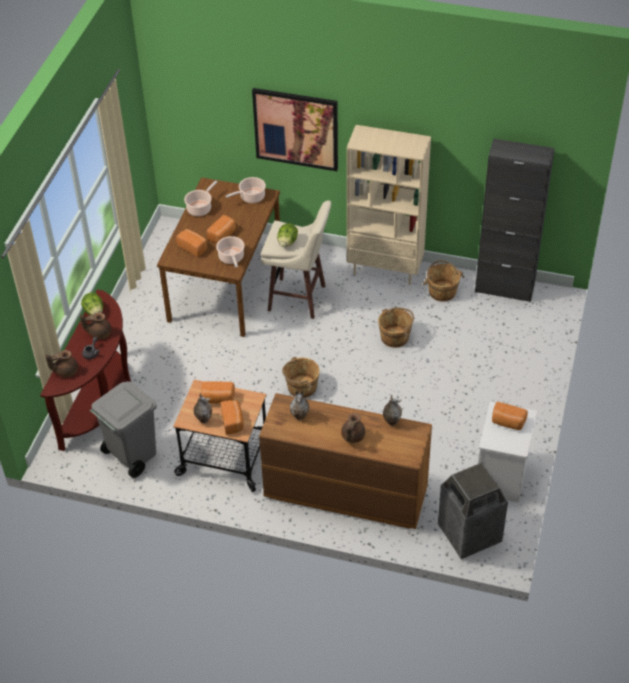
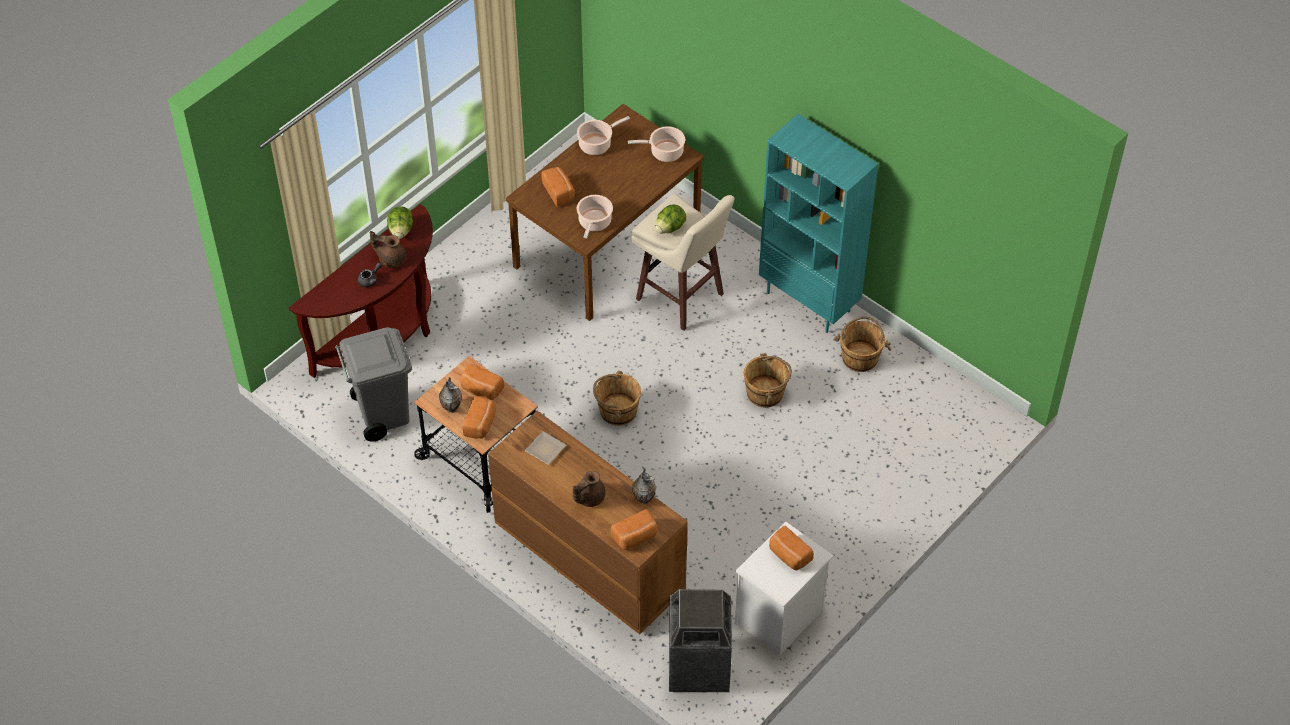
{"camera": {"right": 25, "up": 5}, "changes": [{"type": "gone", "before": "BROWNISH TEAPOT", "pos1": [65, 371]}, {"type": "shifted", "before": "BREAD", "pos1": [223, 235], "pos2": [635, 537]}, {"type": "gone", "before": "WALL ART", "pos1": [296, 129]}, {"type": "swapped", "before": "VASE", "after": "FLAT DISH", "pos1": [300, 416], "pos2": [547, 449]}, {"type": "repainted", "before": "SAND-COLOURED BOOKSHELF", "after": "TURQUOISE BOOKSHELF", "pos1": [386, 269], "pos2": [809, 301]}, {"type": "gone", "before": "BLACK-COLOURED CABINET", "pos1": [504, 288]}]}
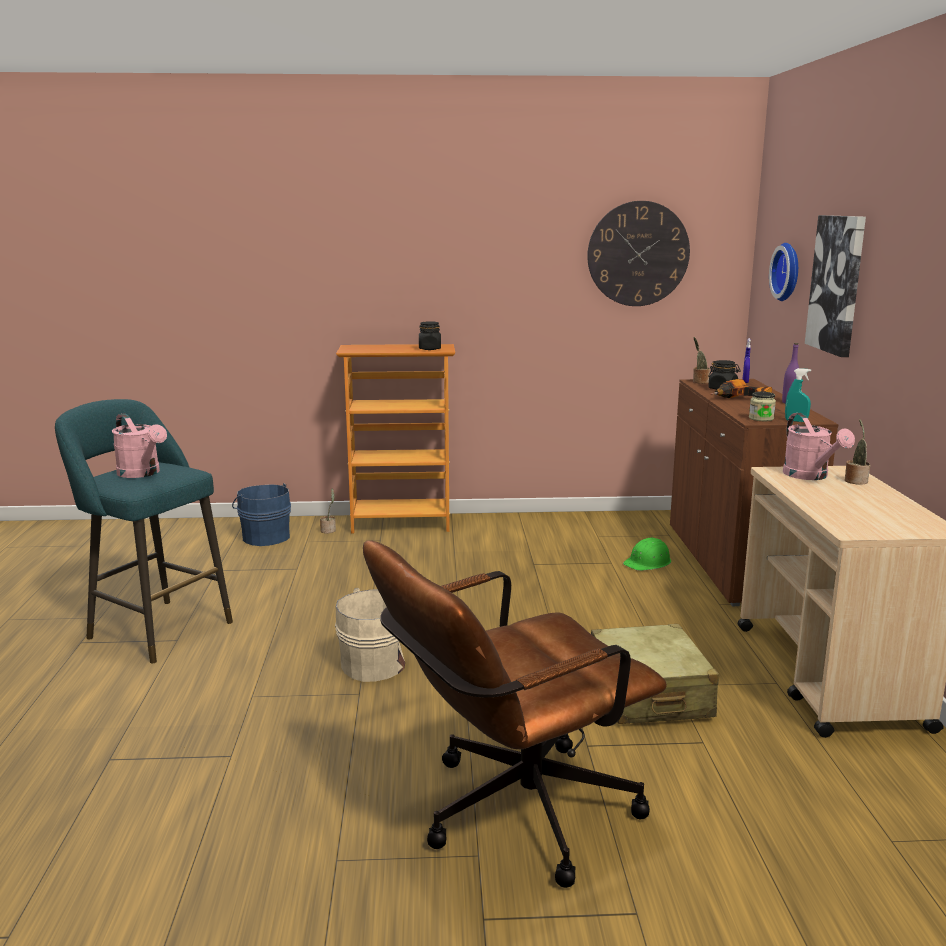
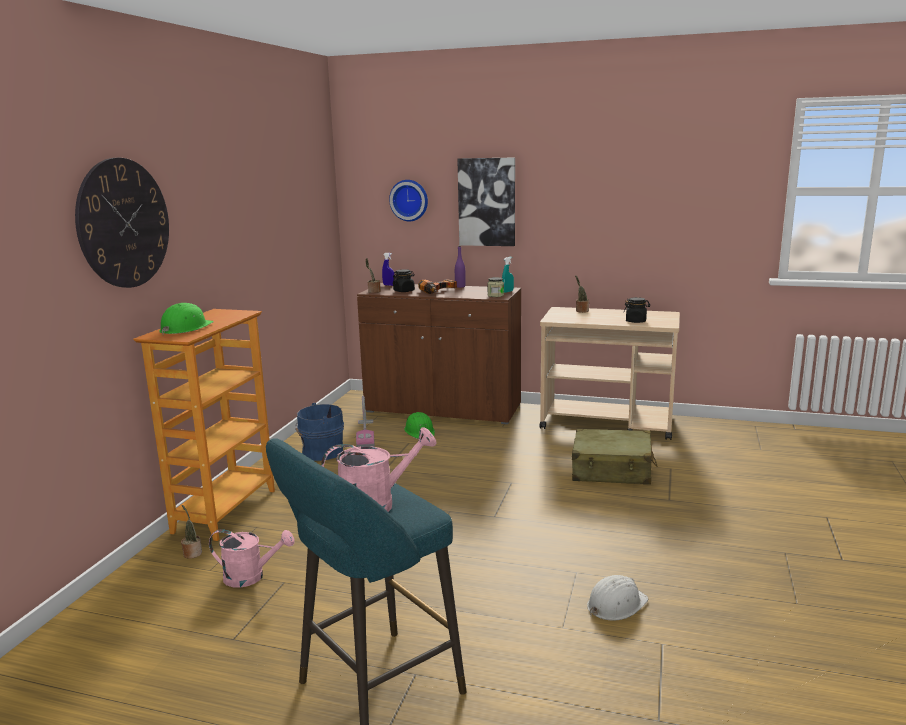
{"camera": {"right": -70, "up": 0}, "changes": [{"type": "shifted", "before": "BLUE-COLOURED PAIL", "pos1": [265, 537], "pos2": [320, 452]}, {"type": "gone", "before": "SAND-COLOURED PAIL", "pos1": [376, 664]}, {"type": "gone", "before": "BROWNISH COMPUTER CHAIR", "pos1": [511, 815]}, {"type": "shifted", "before": "BLACK-COLOURED STORAGE JAR", "pos1": [430, 349], "pos2": [636, 321]}, {"type": "shifted", "before": "WALL CLOCK", "pos1": [638, 254], "pos2": [124, 223]}, {"type": "shifted", "before": "PINKISH WATERING CAN", "pos1": [810, 476], "pos2": [251, 577]}, {"type": "new", "after": "GREEN-COLOURED WORK HELMET", "pos2": [185, 328]}, {"type": "new", "after": "VACUUM CLEANER", "pos2": [365, 434]}, {"type": "new", "after": "WHITE WORK HELMET", "pos2": [616, 604]}]}
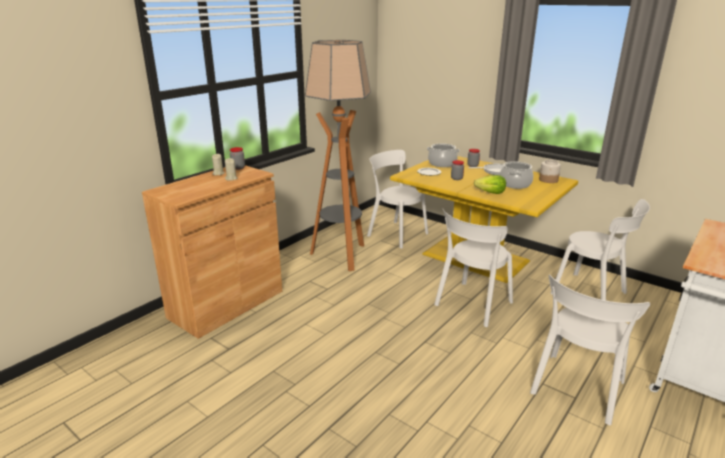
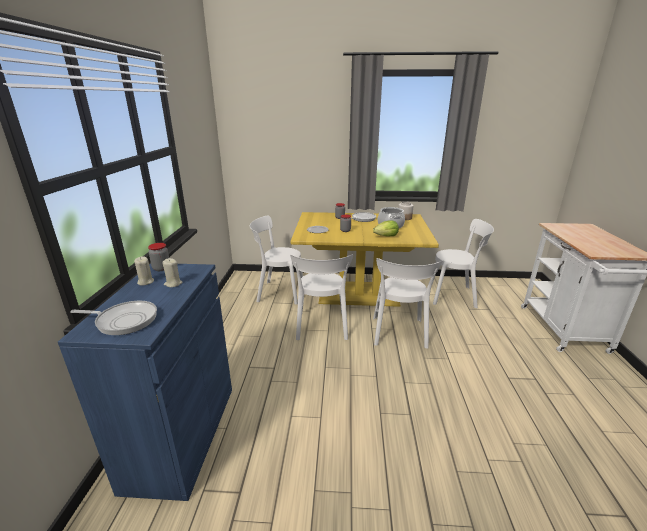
{"camera": {"right": -35, "up": 0}, "changes": [{"type": "repainted", "before": "BROWNISH CABINET", "after": "BLUE-COLOURED CABINET", "pos1": [226, 304], "pos2": [182, 435]}, {"type": "gone", "before": "FLOOR LAMP", "pos1": [341, 256]}, {"type": "gone", "before": "COOKING POT", "pos1": [442, 163]}, {"type": "shifted", "before": "WHITE CHAIR", "pos1": [576, 390], "pos2": [321, 327]}, {"type": "new", "after": "SKILLET", "pos2": [124, 320]}]}
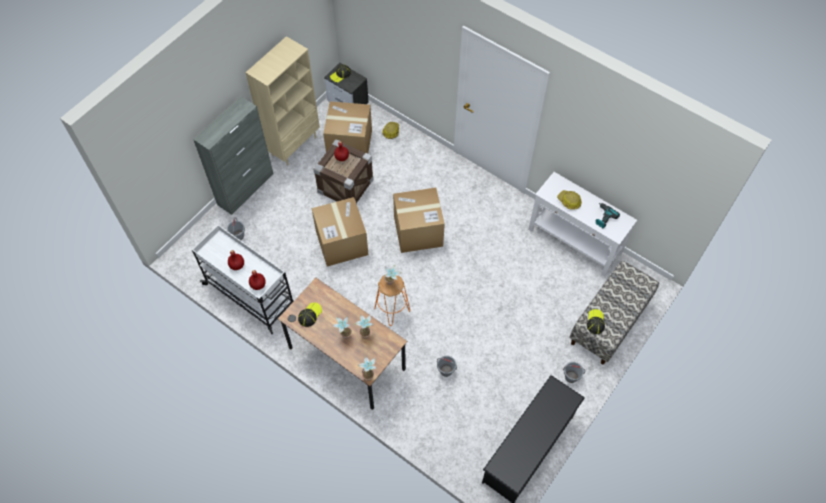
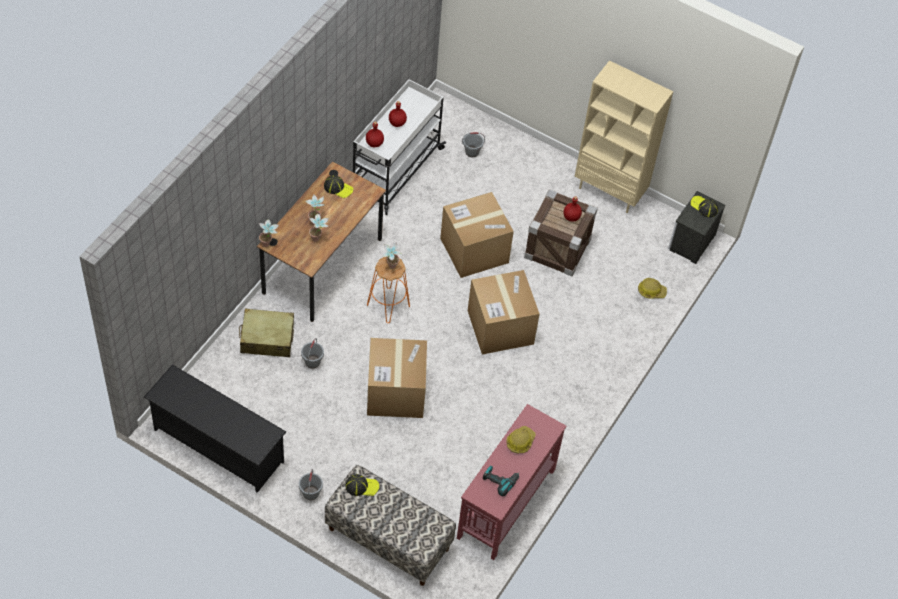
{"camera": {"right": 80, "up": -5}, "changes": [{"type": "gone", "before": "GREYISH CABINET", "pos1": [246, 189]}, {"type": "shifted", "before": "PACKING BOX", "pos1": [349, 144], "pos2": [395, 392]}, {"type": "repainted", "before": "WHITE CONSOLE TABLE", "after": "RED-COLOURED CONSOLE TABLE", "pos1": [574, 242], "pos2": [505, 503]}, {"type": "new", "after": "SAND-COLOURED SUITCASE", "pos2": [267, 338]}]}
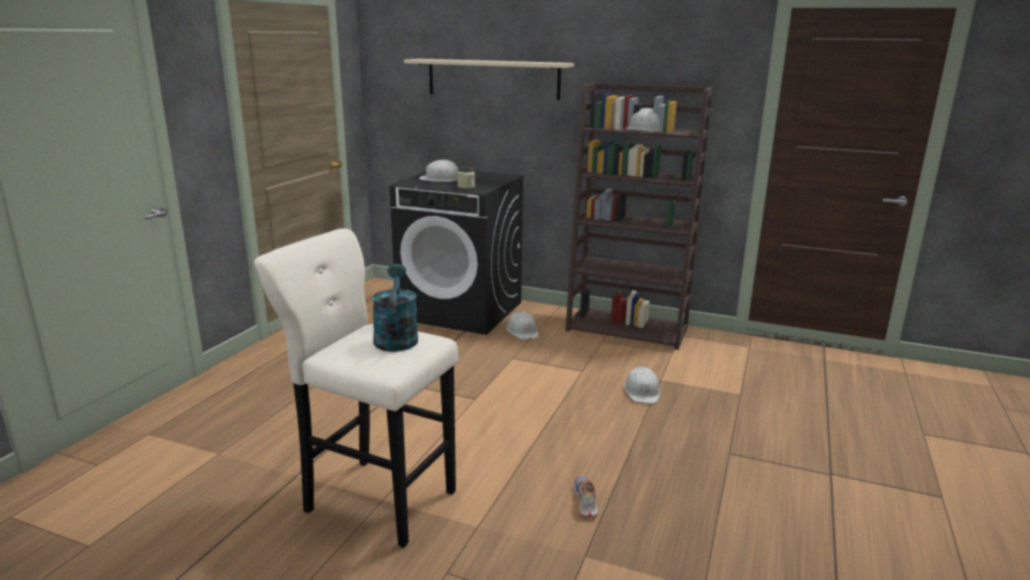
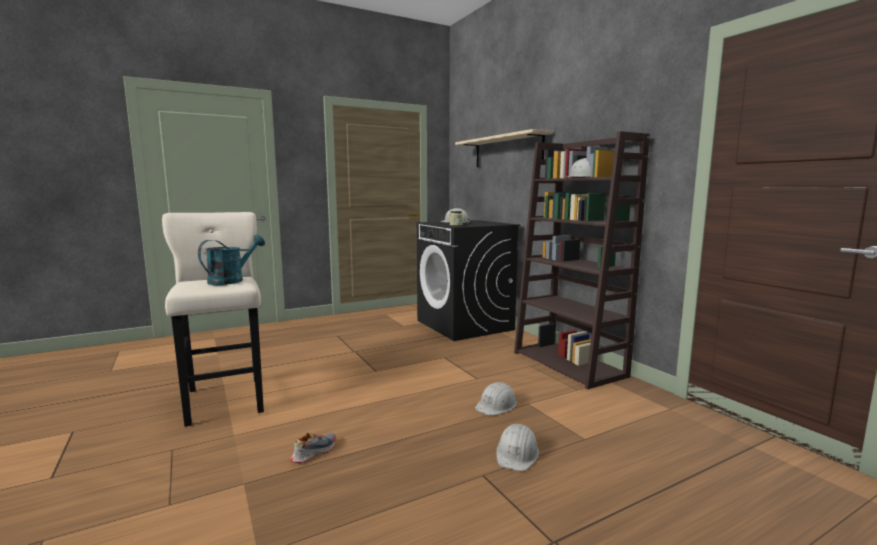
{"camera": {"right": 40, "up": -10}, "changes": [{"type": "shifted", "before": "WHITE WORK HELMET", "pos1": [522, 331], "pos2": [517, 454]}]}
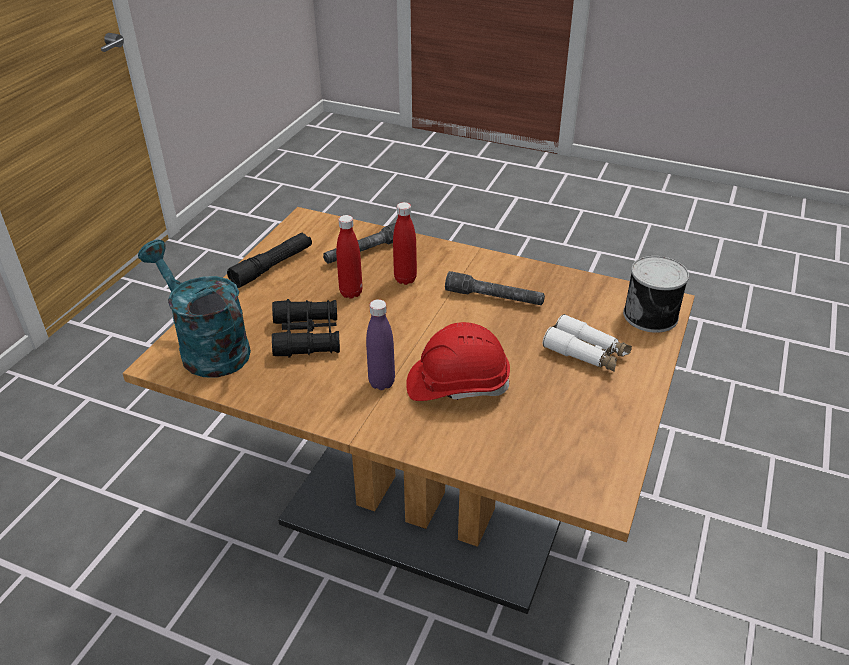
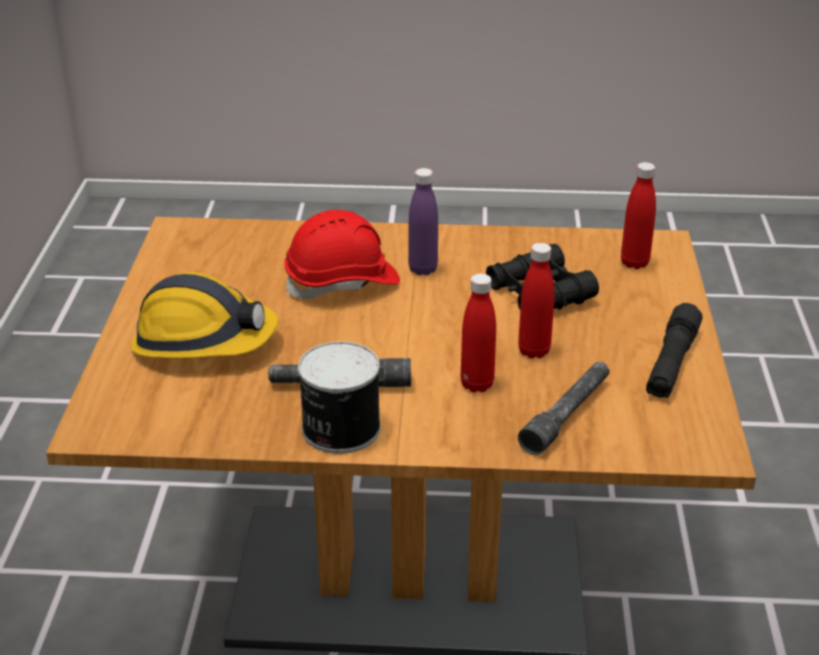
{"camera": {"right": 160, "up": -5}, "changes": [{"type": "swapped", "before": "TURQUOISE WATERING CAN", "after": "RED-COLOURED DRINK BOTTLE", "pos1": [207, 347], "pos2": [634, 263]}, {"type": "swapped", "before": "WHITE PAIR OF BINOCULARS", "after": "WORK HELMET", "pos1": [586, 352], "pos2": [203, 341]}, {"type": "shifted", "before": "SEALED CAN", "pos1": [652, 315], "pos2": [339, 429]}]}
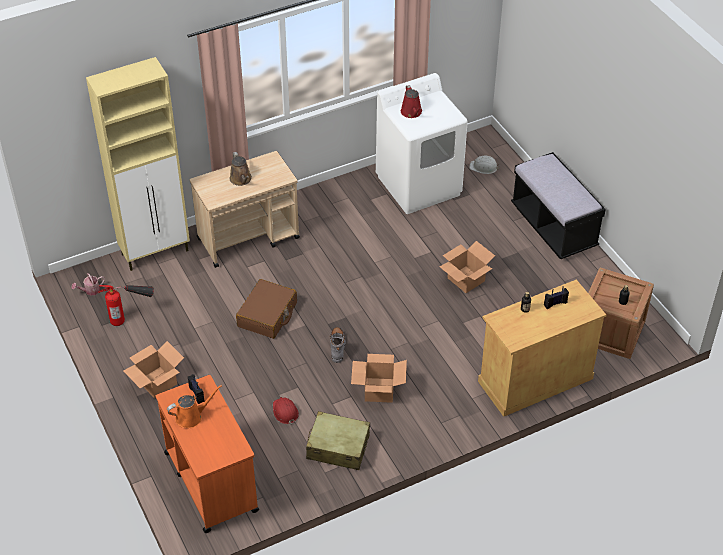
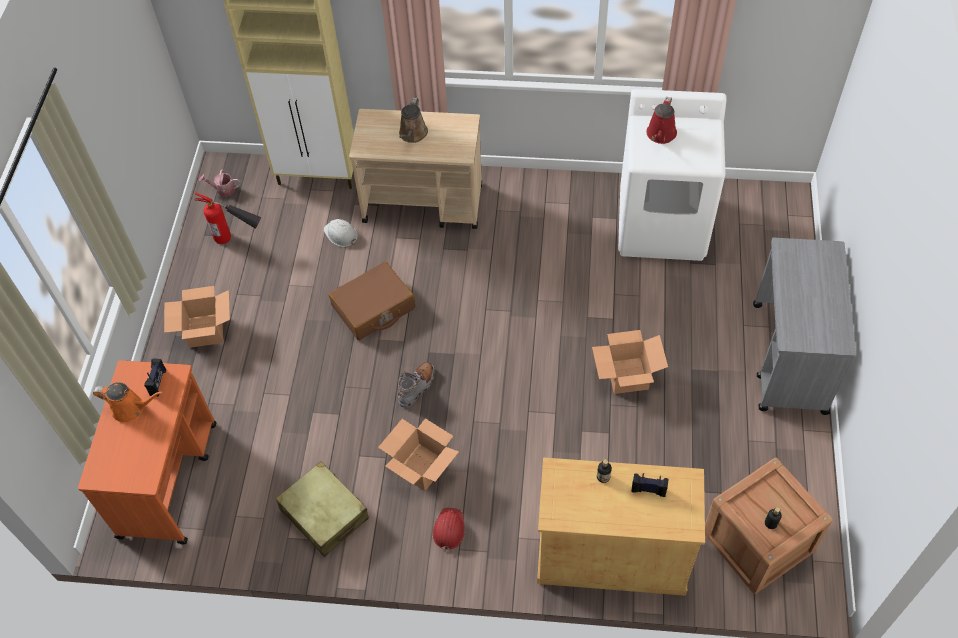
{"camera": {"right": 35, "up": 10}, "changes": [{"type": "shifted", "before": "RED-COLOURED WORK HELMET", "pos1": [285, 412], "pos2": [448, 530]}, {"type": "shifted", "before": "WHITE WORK HELMET", "pos1": [483, 167], "pos2": [341, 234]}, {"type": "swapped", "before": "BLACK-COLOURED INDOOR BENCH", "after": "GREYISH WHEELED CART", "pos1": [553, 227], "pos2": [789, 358]}]}
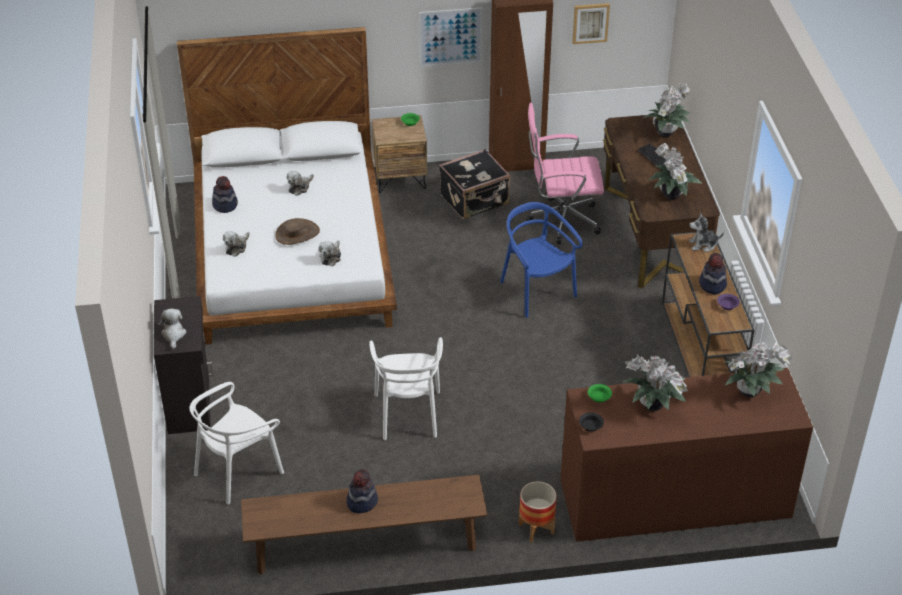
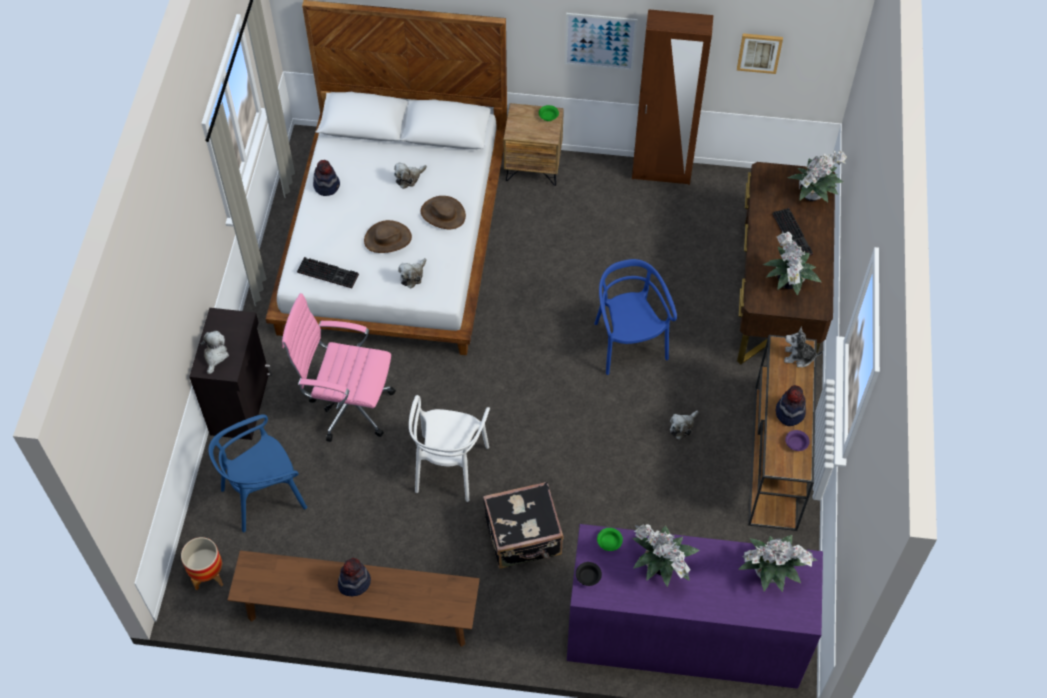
{"camera": {"right": 15, "up": 15}, "changes": [{"type": "repainted", "before": "WHITE CHAIR", "after": "BLUE-COLOURED CHAIR", "pos1": [238, 471], "pos2": [264, 495]}, {"type": "shifted", "before": "PLUSH TOY", "pos1": [237, 247], "pos2": [682, 427]}, {"type": "shifted", "before": "BLACK-COLOURED SUITCASE", "pos1": [475, 200], "pos2": [524, 538]}, {"type": "shifted", "before": "PLANTER", "pos1": [536, 529], "pos2": [208, 575]}, {"type": "shifted", "before": "PINKISH COMPUTER CHAIR", "pos1": [561, 221], "pos2": [348, 406]}, {"type": "repainted", "before": "BROWNISH CHEST OF DRAWERS", "after": "PURPLE CHEST OF DRAWERS", "pos1": [674, 498], "pos2": [684, 634]}, {"type": "new", "after": "KEYBOARD", "pos2": [329, 273]}, {"type": "new", "after": "BROWNISH WEARABLE HAT", "pos2": [443, 214]}]}
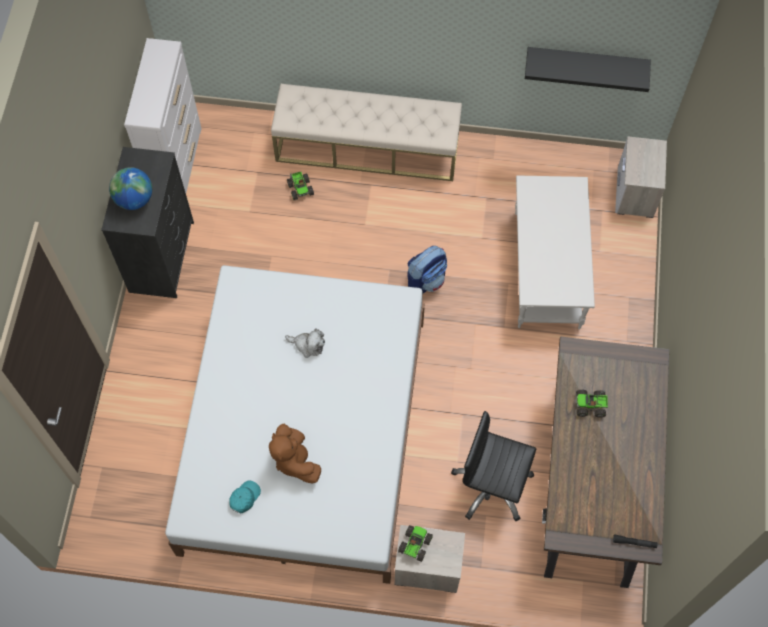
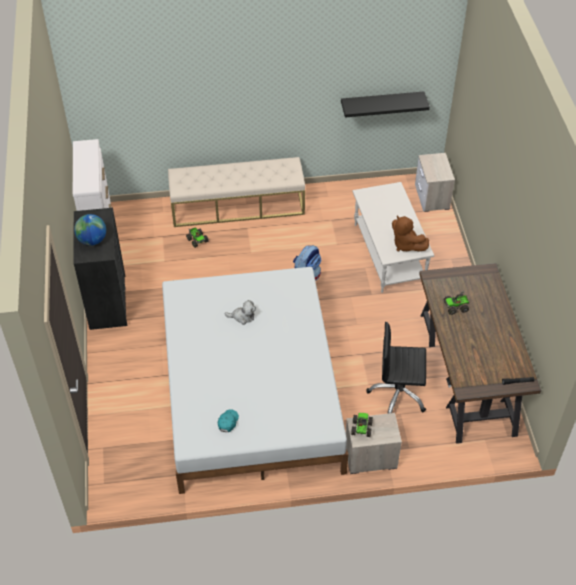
{"camera": {"right": -15, "up": -15}, "changes": [{"type": "shifted", "before": "BROWNISH PLUSH TOY", "pos1": [294, 460], "pos2": [406, 245]}]}
